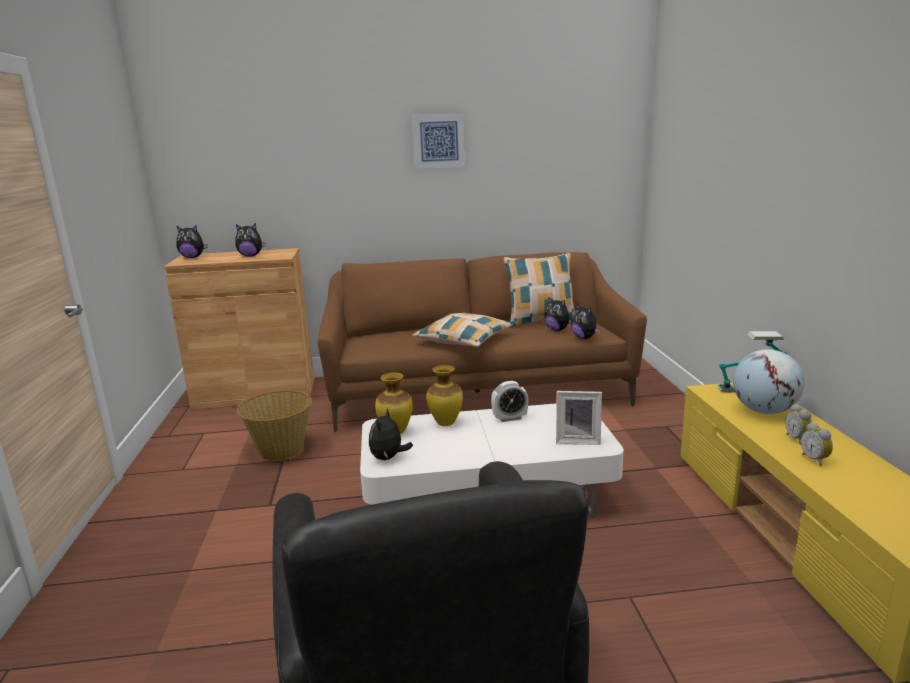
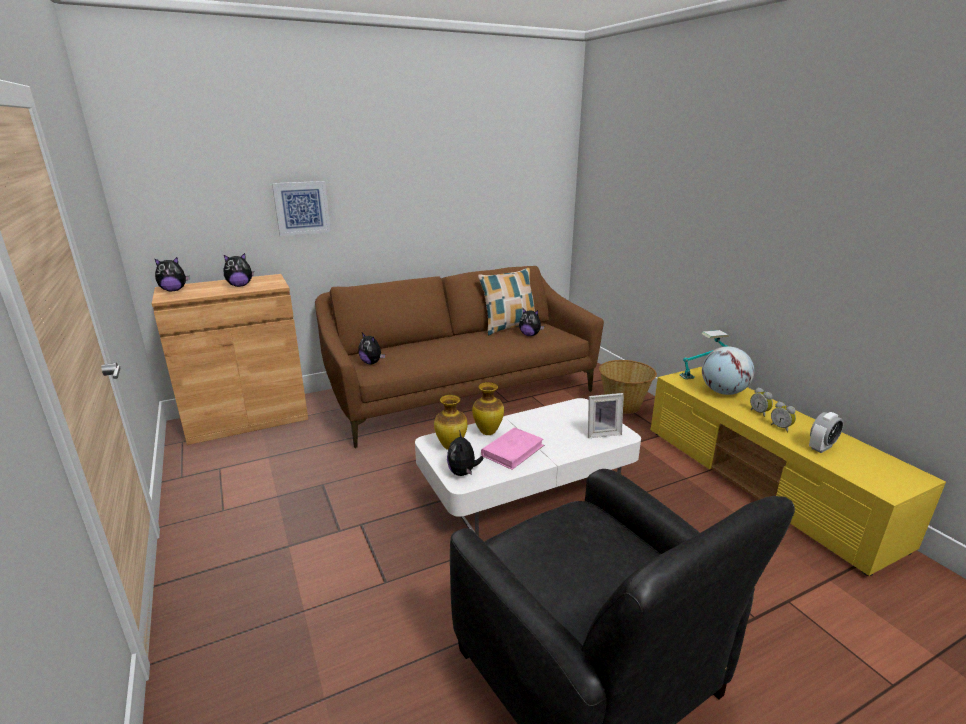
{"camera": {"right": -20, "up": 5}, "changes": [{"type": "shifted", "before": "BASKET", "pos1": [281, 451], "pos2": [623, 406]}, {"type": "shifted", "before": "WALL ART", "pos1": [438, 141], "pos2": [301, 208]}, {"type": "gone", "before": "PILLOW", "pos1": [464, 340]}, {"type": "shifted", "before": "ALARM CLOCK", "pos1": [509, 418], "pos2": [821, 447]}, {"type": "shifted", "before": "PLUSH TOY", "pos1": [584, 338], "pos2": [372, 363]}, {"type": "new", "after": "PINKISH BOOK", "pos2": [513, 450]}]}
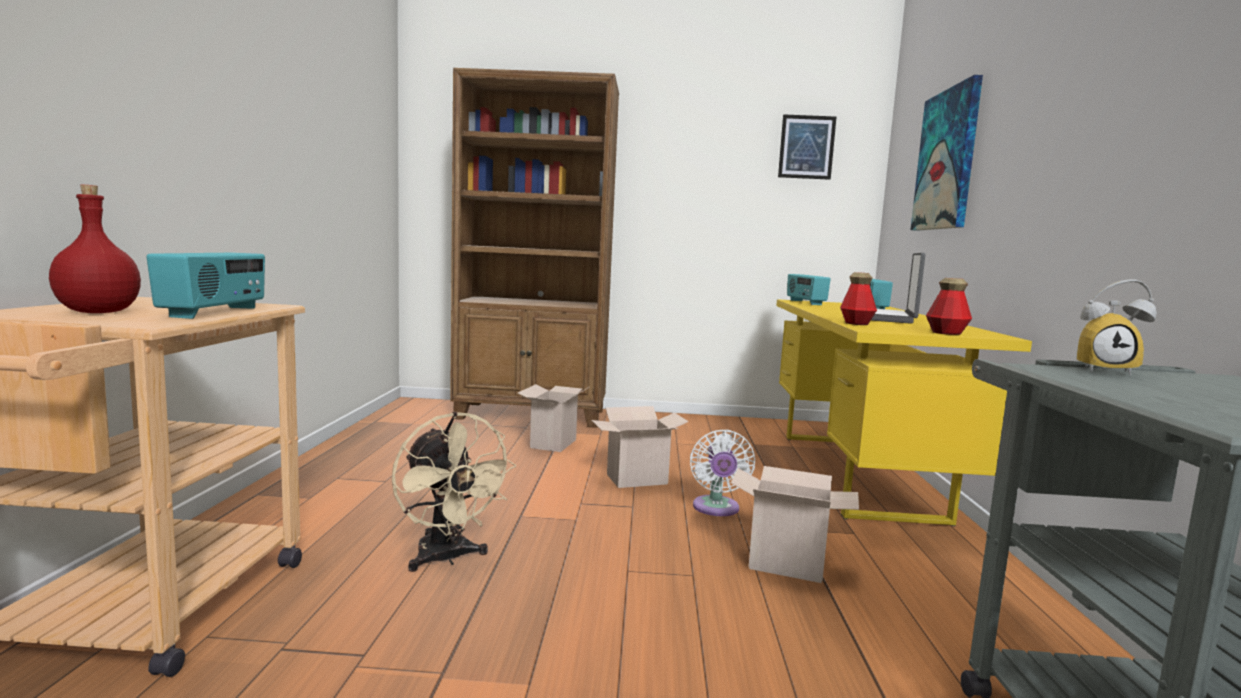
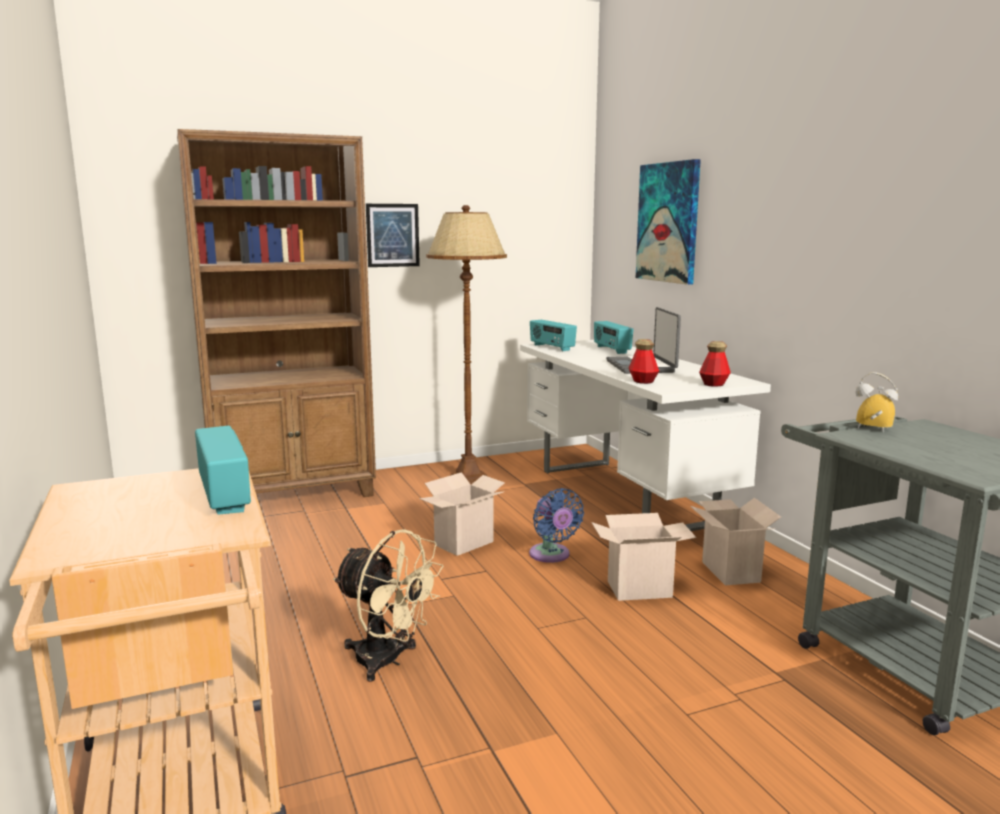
{"camera": {"right": -25, "up": 5}, "changes": [{"type": "gone", "before": "RED-COLOURED DRINK BOTTLE", "pos1": [98, 312]}, {"type": "shifted", "before": "PACKING BOX", "pos1": [552, 443], "pos2": [728, 571]}, {"type": "repainted", "before": "WHITE COOLING FAN", "after": "BLUE-COLOURED COOLING FAN", "pos1": [716, 509], "pos2": [551, 555]}, {"type": "repainted", "before": "YELLOWISH DESK TABLE", "after": "WHITE DESK TABLE", "pos1": [857, 474], "pos2": [624, 496]}, {"type": "shifted", "before": "WALL ART", "pos1": [806, 147], "pos2": [392, 235]}, {"type": "rotated", "before": "ALARM CLOCK", "pos1": [1104, 370], "pos2": [871, 430], "turn": -135}, {"type": "new", "after": "BROWNISH FLOOR LAMP", "pos2": [469, 478]}]}
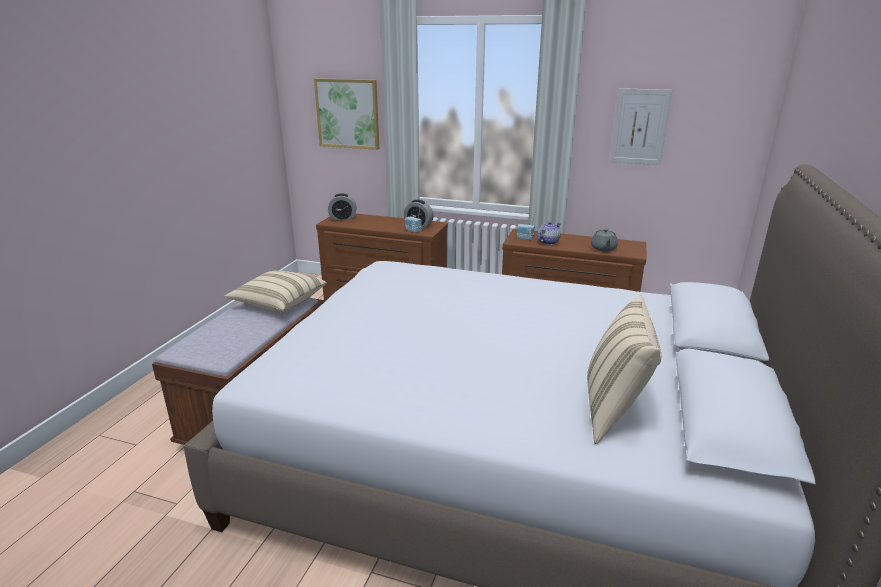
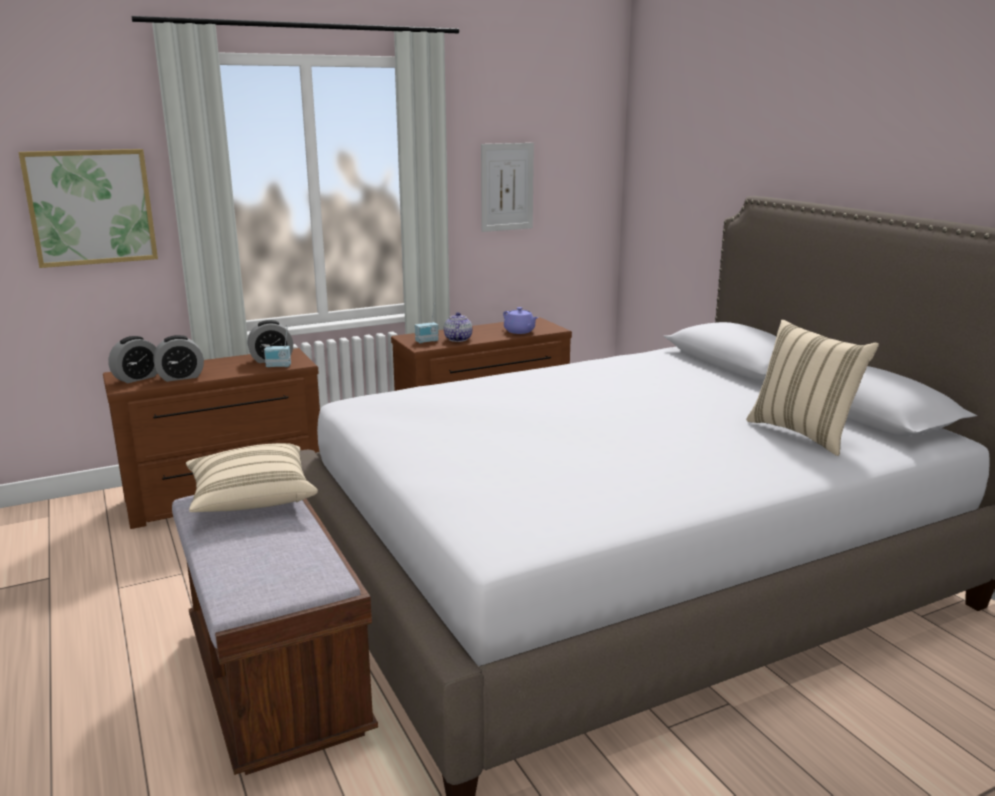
{"camera": {"right": -45, "up": -5}, "changes": [{"type": "repainted", "before": "GREYISH TEAPOT", "after": "PURPLE TEAPOT", "pos1": [603, 248], "pos2": [520, 331]}, {"type": "new", "after": "ALARM CLOCK", "pos2": [180, 377]}]}
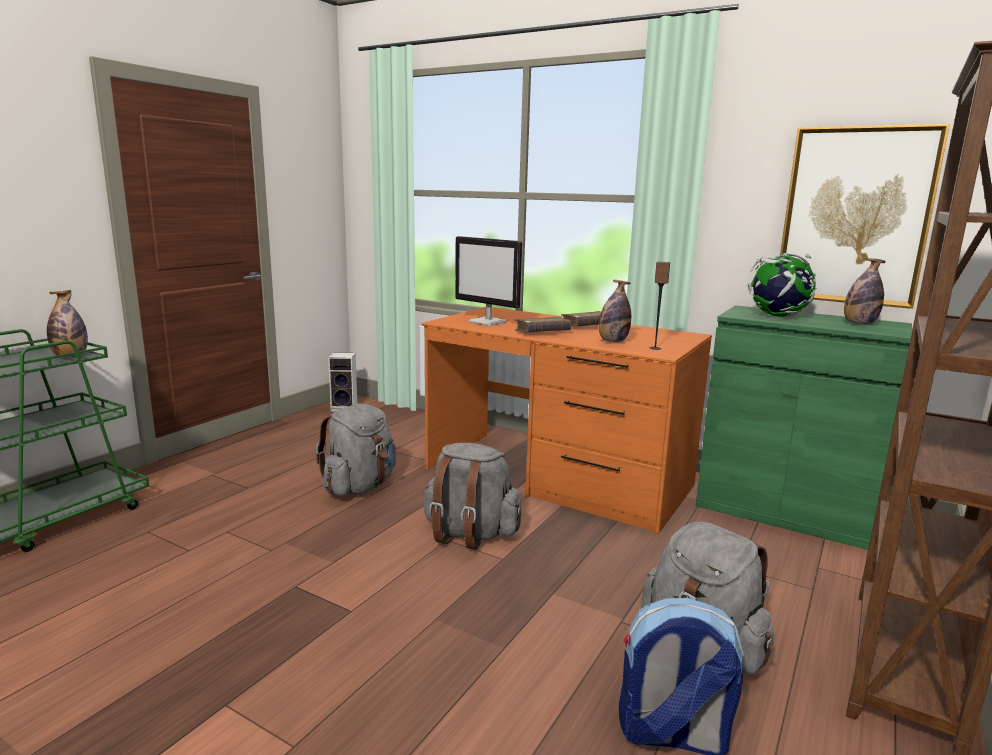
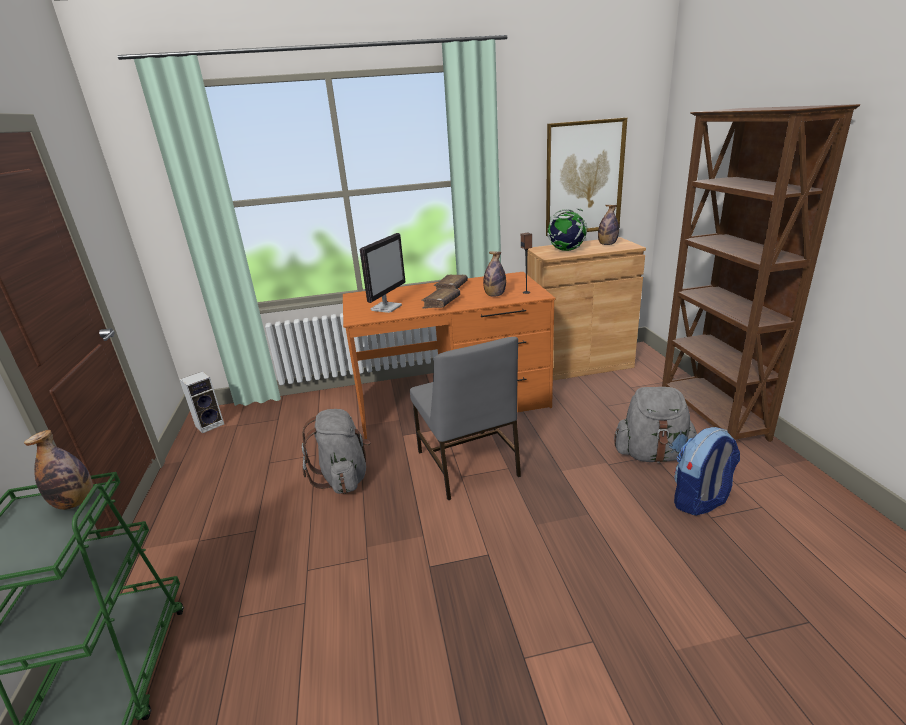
{"camera": {"right": -40, "up": 10}, "changes": [{"type": "swapped", "before": "GREYISH BACKPACK", "after": "GREYISH CHAIR", "pos1": [469, 534], "pos2": [467, 465]}, {"type": "rotated", "before": "COMPUTER DISPLAY", "pos1": [488, 322], "pos2": [386, 307], "turn": -60}, {"type": "repainted", "before": "GREEN-COLOURED CABINET", "after": "BROWNISH CABINET", "pos1": [783, 511], "pos2": [578, 364]}]}
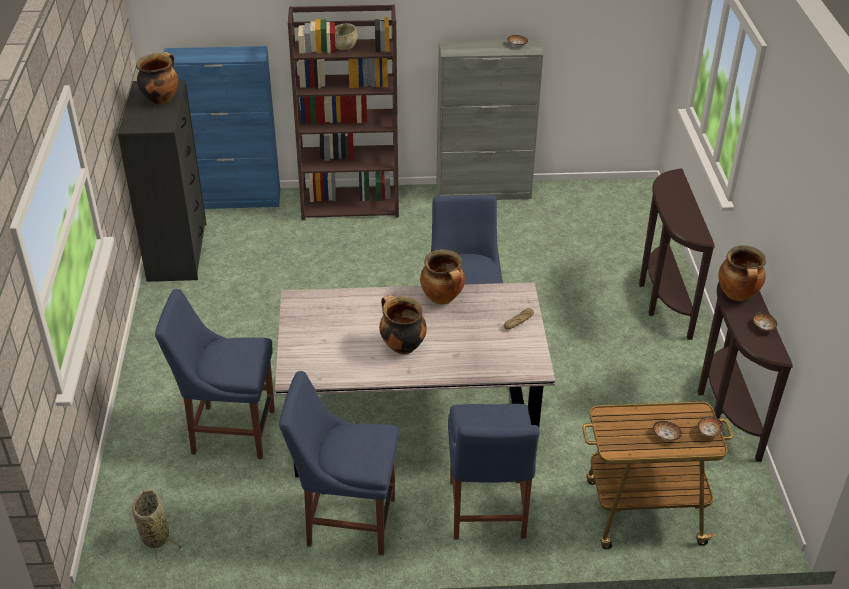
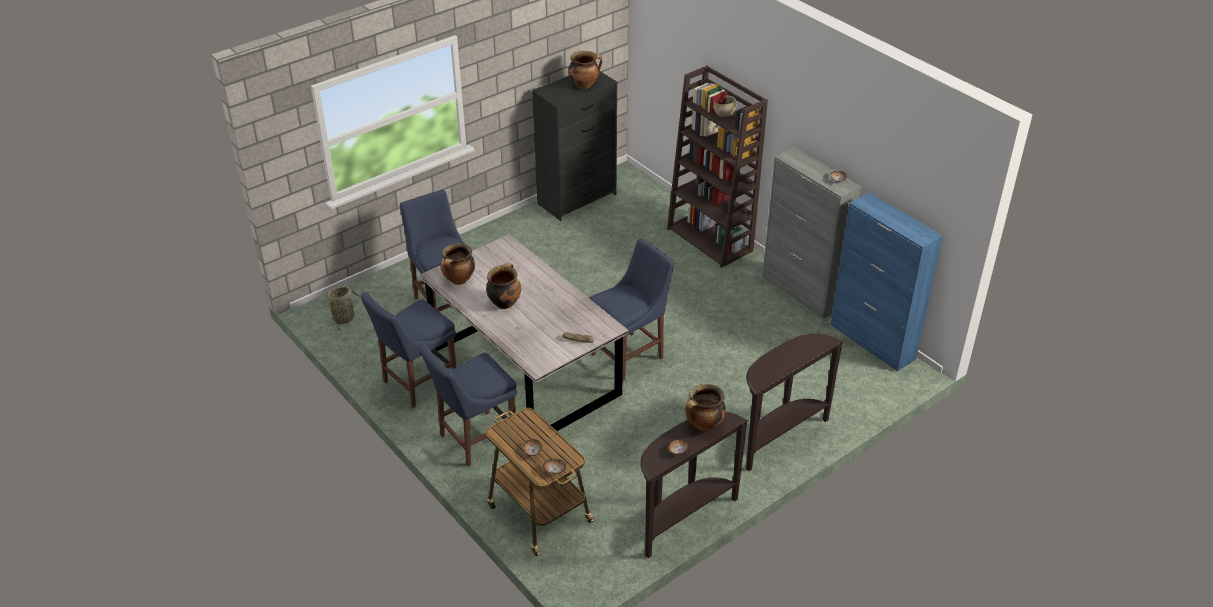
{"camera": {"right": 55, "up": 0}, "changes": [{"type": "shifted", "before": "BLUE-COLOURED CABINET", "pos1": [233, 199], "pos2": [872, 342]}, {"type": "rotated", "before": "BLUE-COLOURED CHAIR", "pos1": [346, 520], "pos2": [416, 383], "turn": -105}, {"type": "shifted", "before": "COOKING POT", "pos1": [443, 298], "pos2": [459, 280]}]}
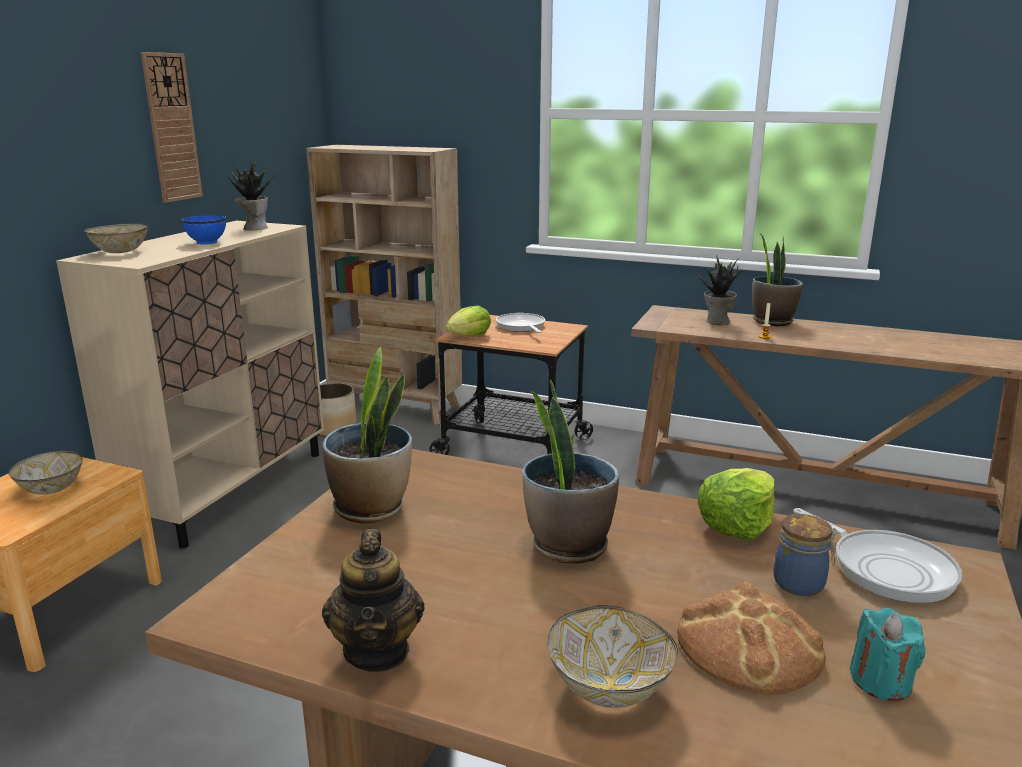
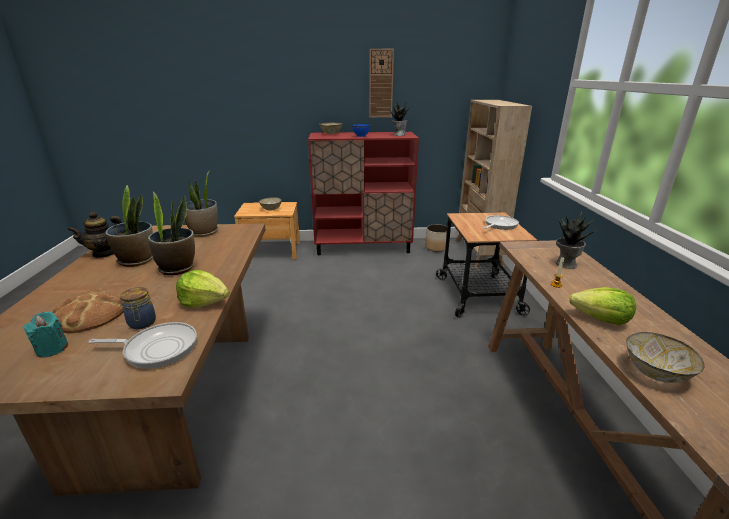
{"camera": {"right": 65, "up": 5}, "changes": [{"type": "repainted", "before": "SAND-COLOURED CABINET", "after": "RED-COLOURED CABINET", "pos1": [229, 489], "pos2": [363, 247]}, {"type": "shifted", "before": "HEAD OF LETTUCE", "pos1": [469, 336], "pos2": [601, 319]}, {"type": "shifted", "before": "SERVING BOWL", "pos1": [610, 688], "pos2": [655, 373]}, {"type": "shifted", "before": "PLANT IN A POT", "pos1": [772, 321], "pos2": [137, 260]}, {"type": "rotated", "before": "SKILLET", "pos1": [886, 569], "pos2": [157, 348], "turn": -120}]}
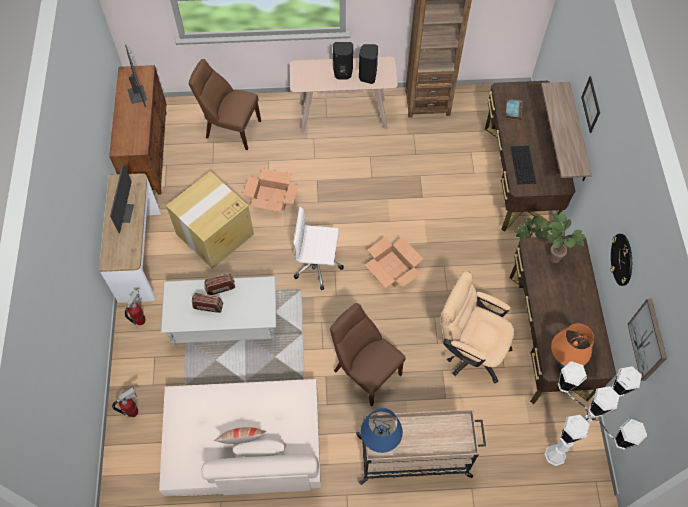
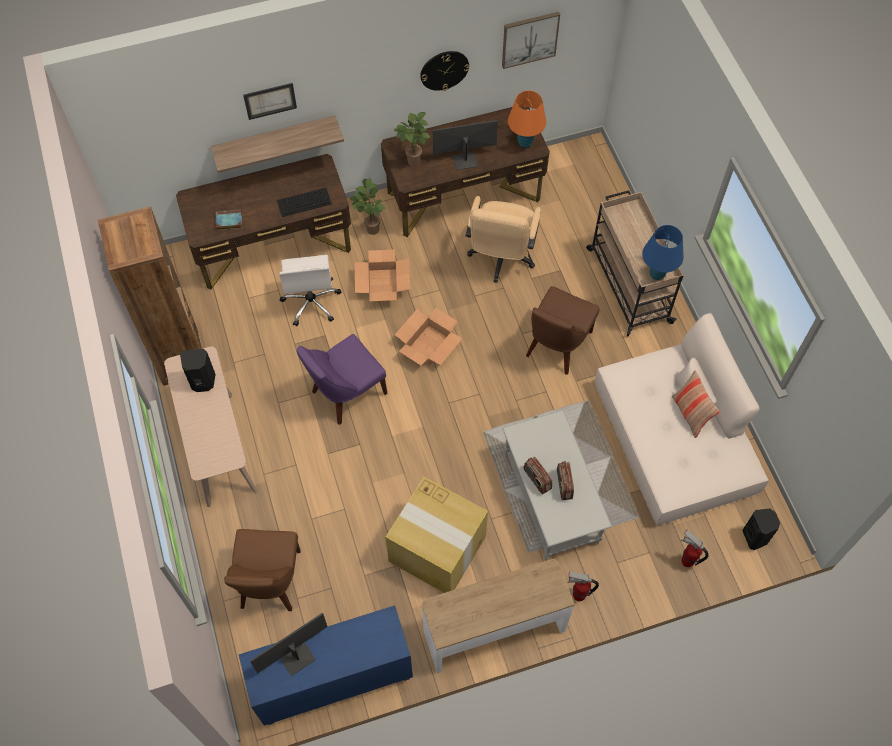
{"camera": {"right": -105, "up": 0}, "changes": [{"type": "repainted", "before": "BROWNISH CABINET", "after": "BLUE-COLOURED CABINET", "pos1": [148, 152], "pos2": [333, 681]}, {"type": "shifted", "before": "COMPUTER DISPLAY", "pos1": [124, 213], "pos2": [465, 160]}, {"type": "shifted", "before": "PACKING BOX", "pos1": [272, 197], "pos2": [383, 285]}, {"type": "shifted", "before": "WHITE COMPUTER CHAIR", "pos1": [318, 266], "pos2": [311, 302]}, {"type": "shifted", "before": "BLACK-COLOURED LOUDSPEAKER", "pos1": [343, 73], "pos2": [755, 537]}, {"type": "gone", "before": "WHITE FLOOR LAMP", "pos1": [555, 455]}, {"type": "new", "after": "PURPLE CHAIR", "pos2": [346, 394]}]}
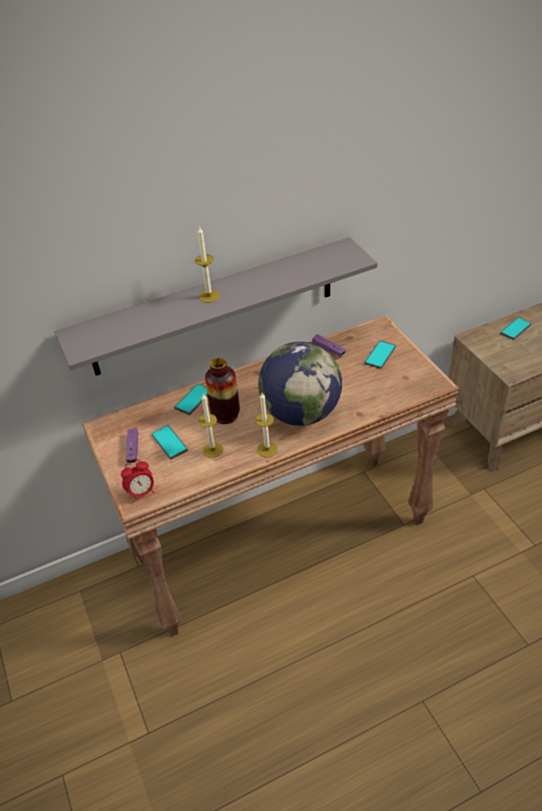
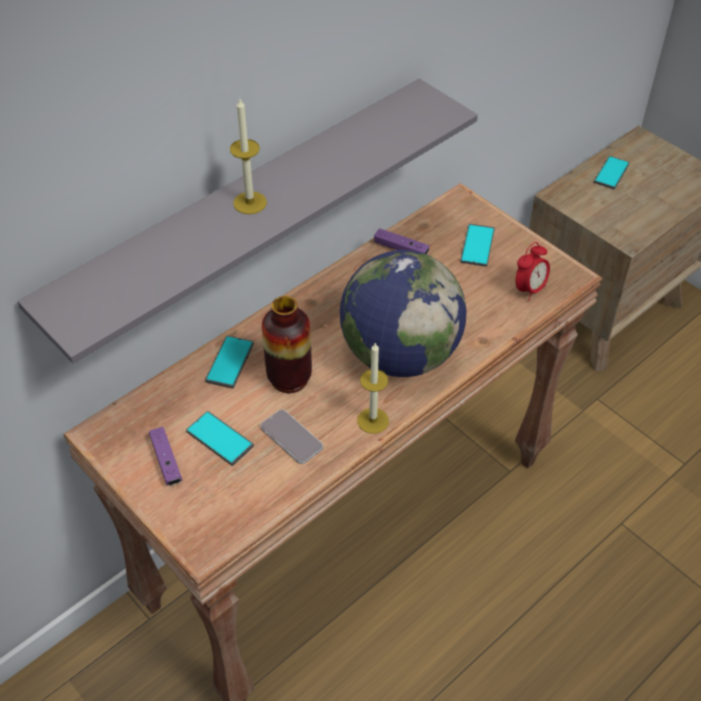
{"camera": {"right": -20, "up": 5}, "changes": [{"type": "shifted", "before": "ALARM CLOCK", "pos1": [141, 492], "pos2": [529, 289]}, {"type": "swapped", "before": "CANDLE", "after": "HANDSET", "pos1": [212, 450], "pos2": [291, 437]}]}
